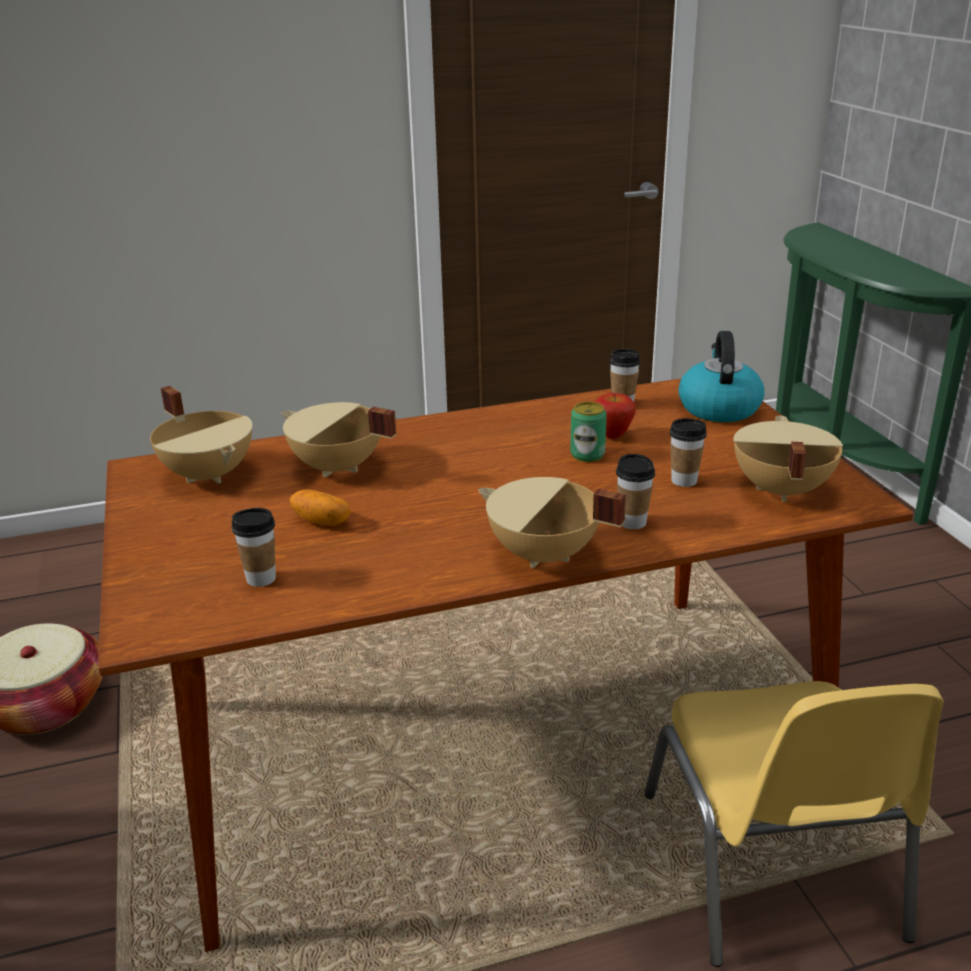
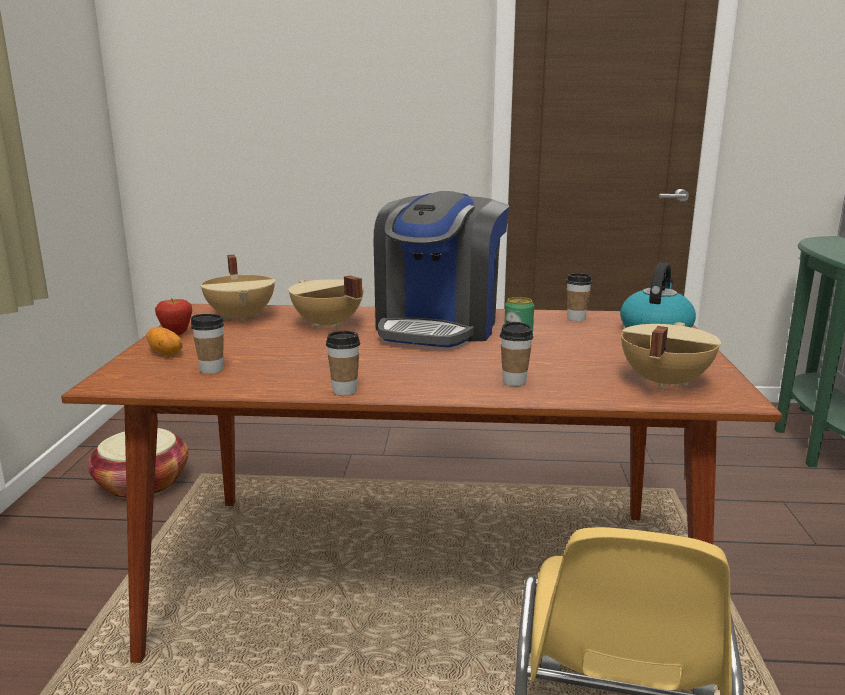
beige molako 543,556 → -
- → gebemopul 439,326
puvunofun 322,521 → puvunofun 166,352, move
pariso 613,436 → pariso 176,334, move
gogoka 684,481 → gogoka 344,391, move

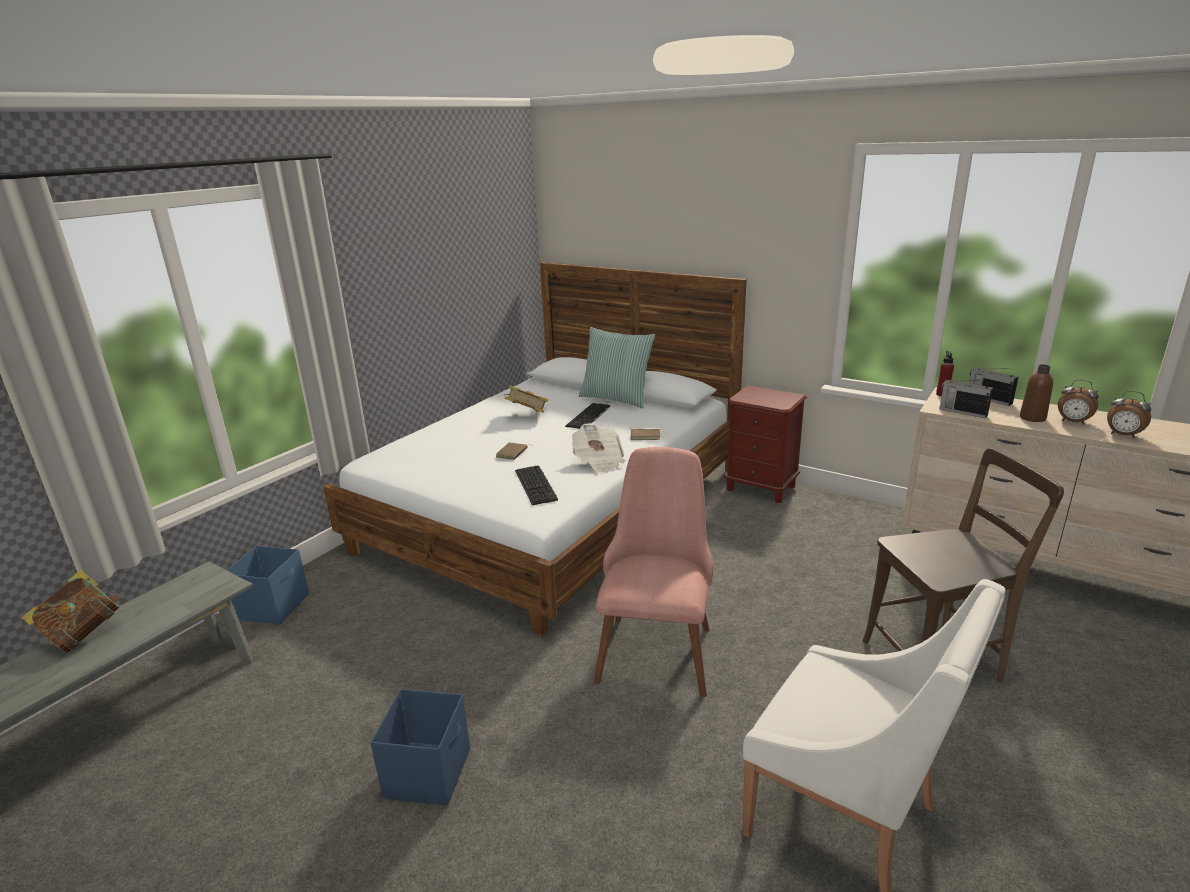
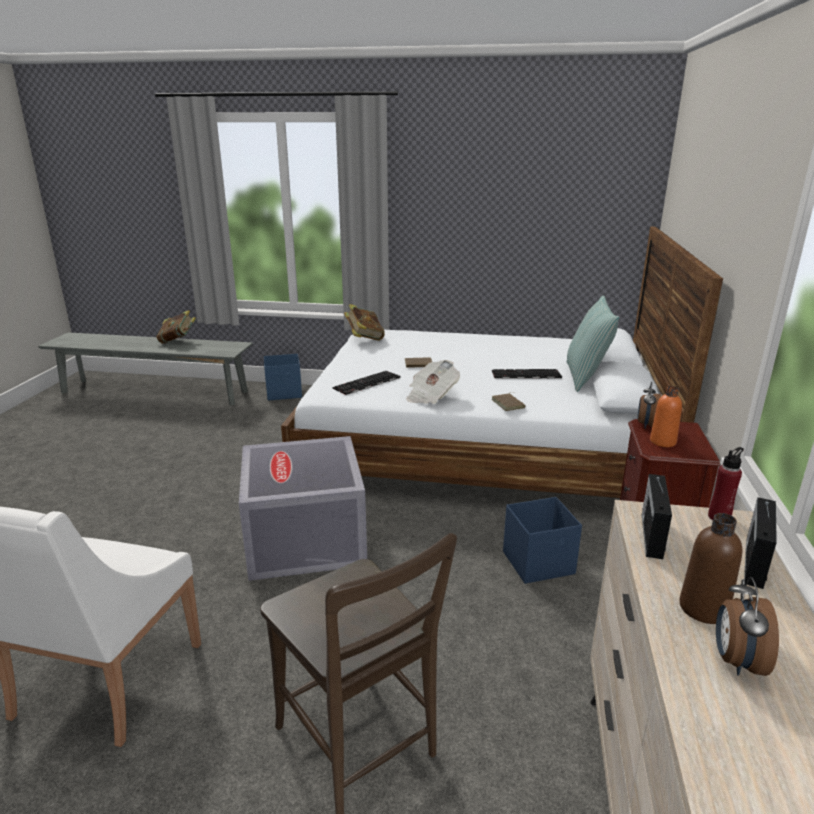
- → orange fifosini 662,442
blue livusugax 429,772 → blue livusugax 539,563, move
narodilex 527,416 → narodilex 364,338, move
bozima 1122,435 → bozima 646,425, move
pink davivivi 657,643 → grey livusugax 307,539

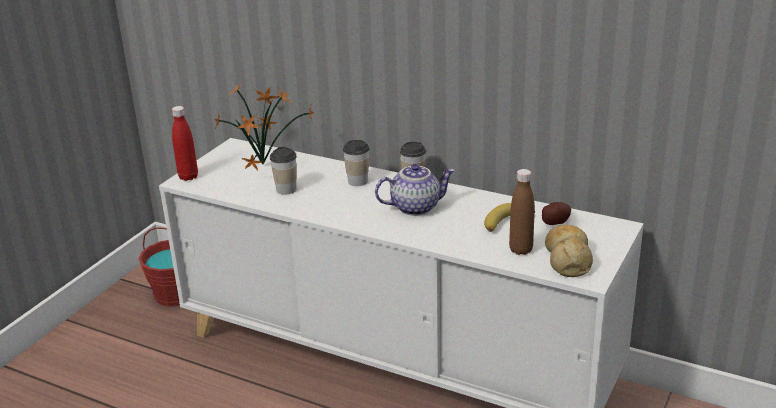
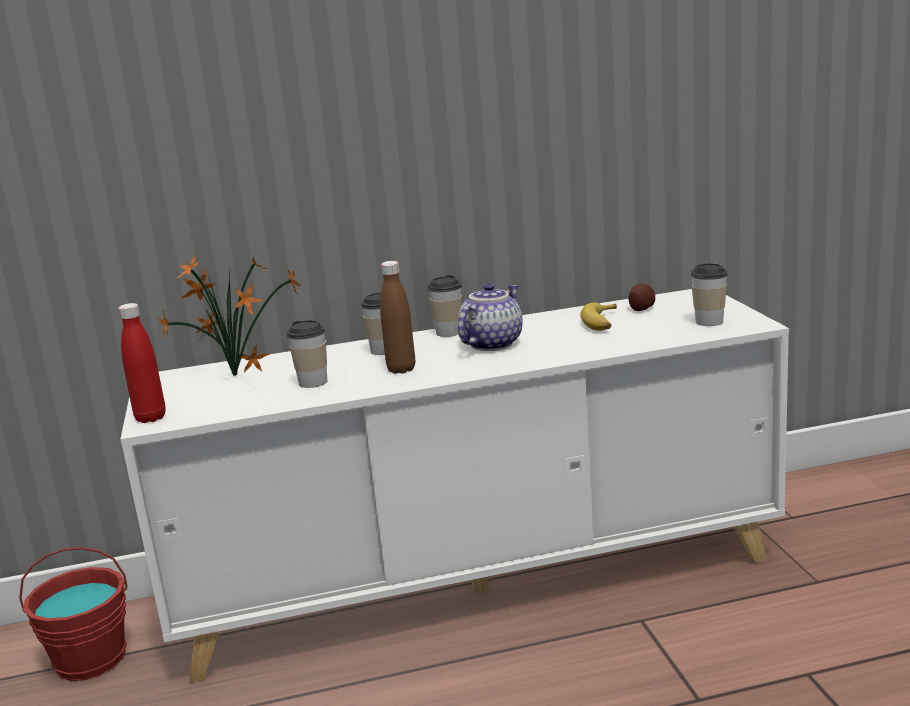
brown fifosini 520,250 → brown fifosini 401,369, move
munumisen 567,259 → gogoka 709,322

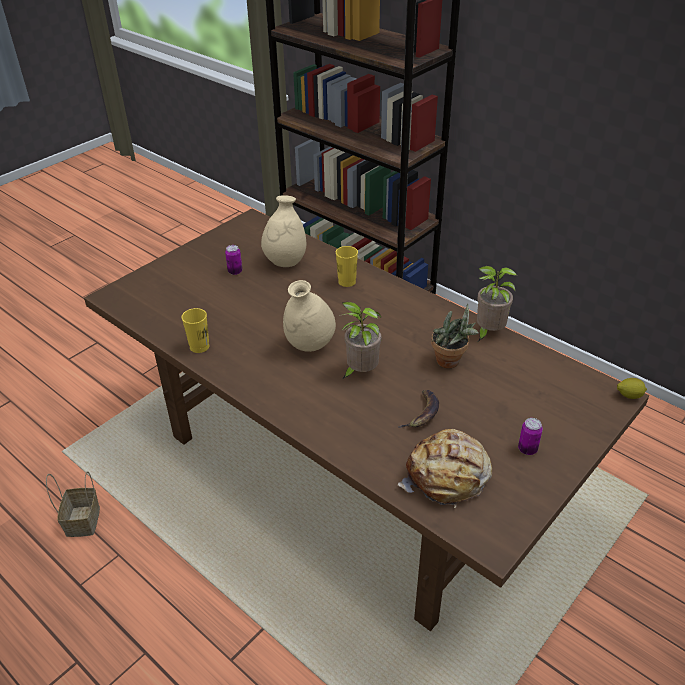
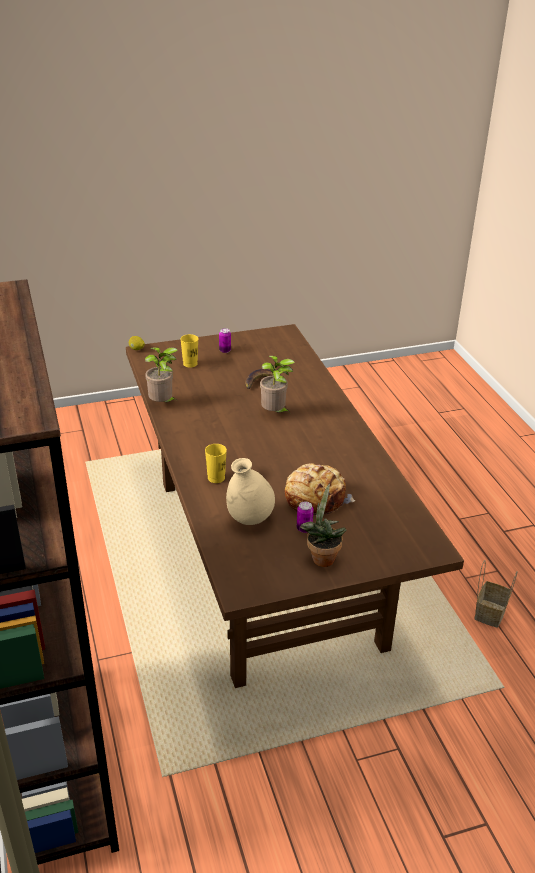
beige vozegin 309,345 → -
yellow gogoka 199,347 → yellow gogoka 190,364, move
munumisen 447,477 → munumisen 315,497, move
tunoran 451,362 → tunoran 321,557, move

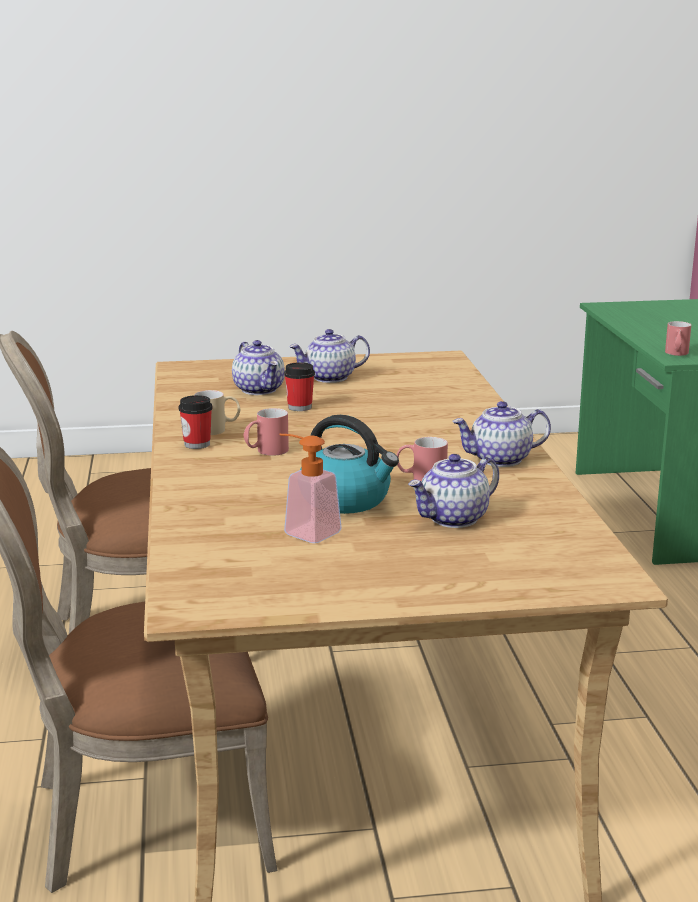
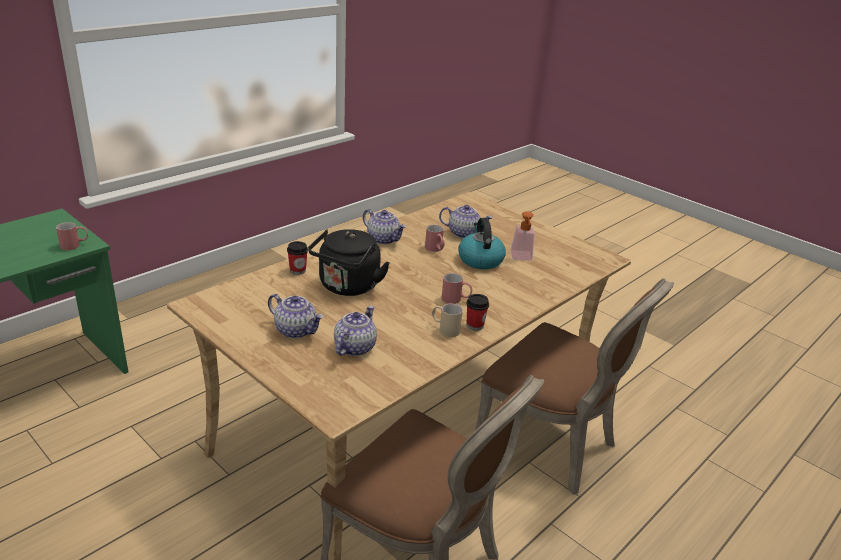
- → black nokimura 347,287
gogoka 299,407 → gogoka 297,270, move

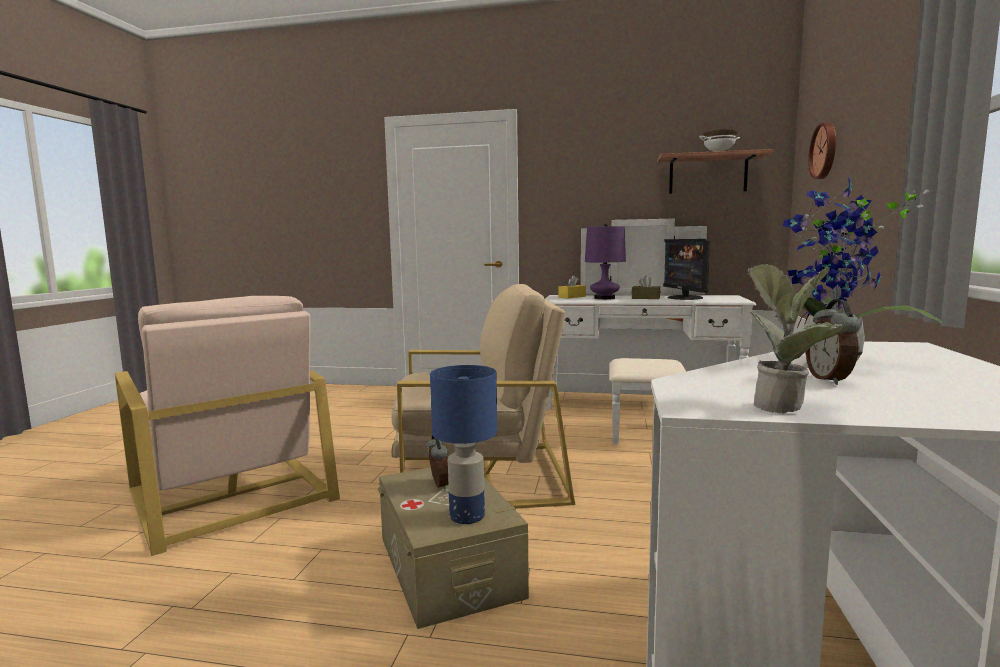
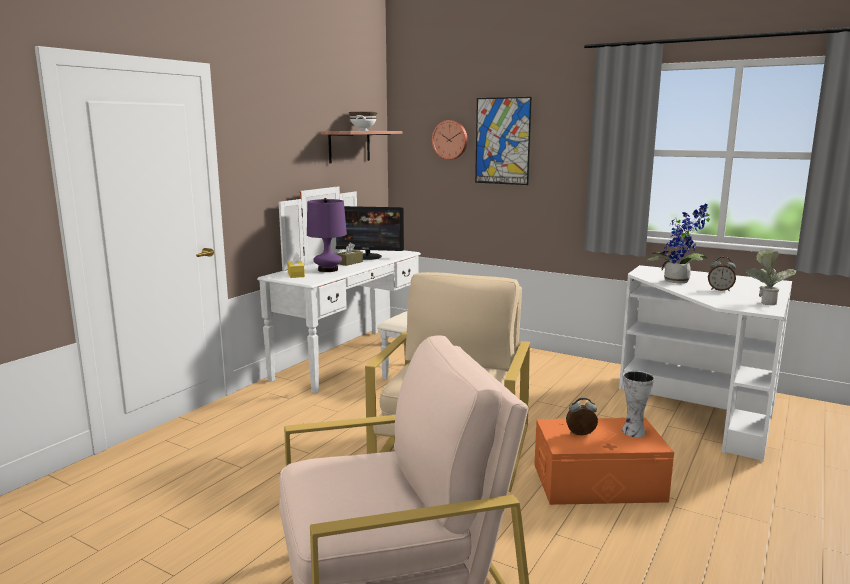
- → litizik 502,141
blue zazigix 467,516 → vozegin 632,431
beige livusugax 448,566 → orange livusugax 598,482

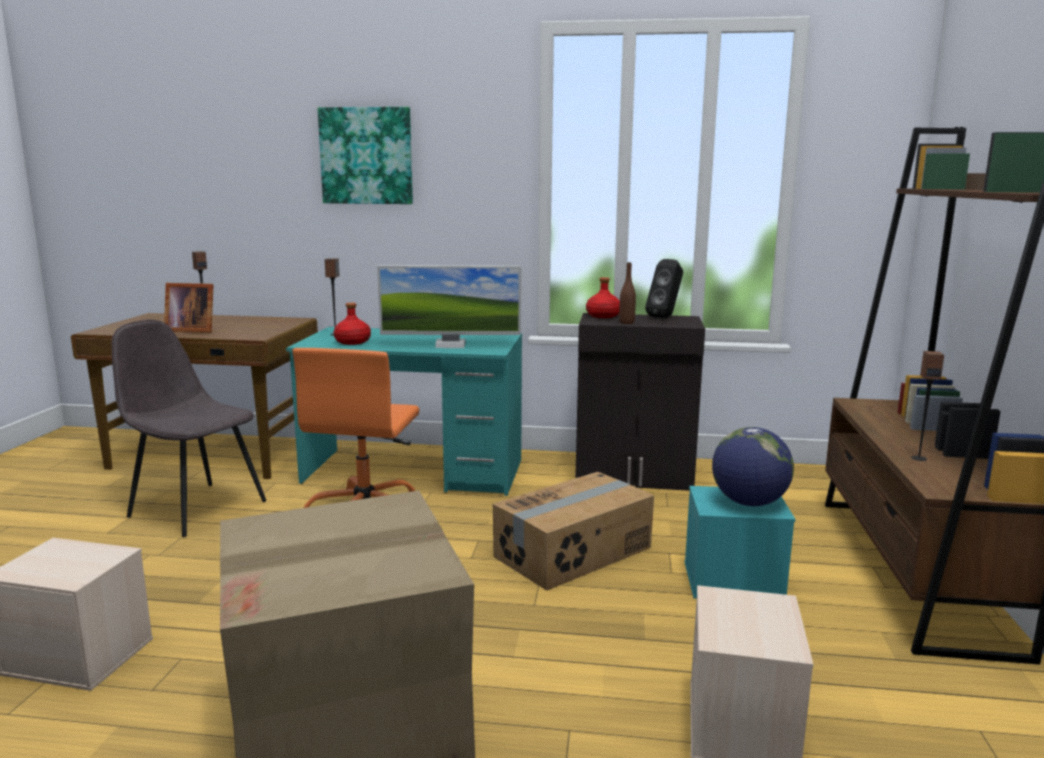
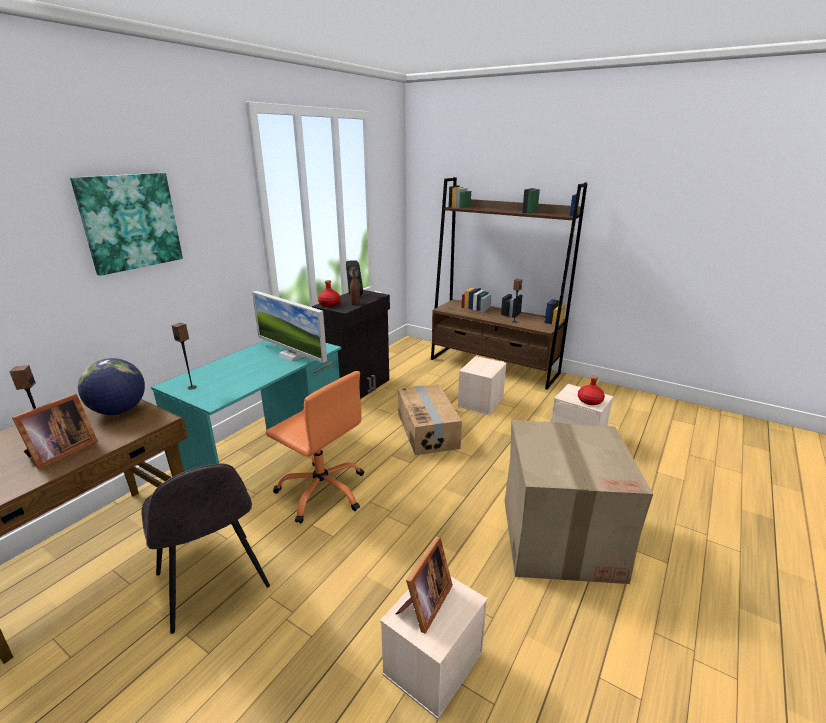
- → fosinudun 424,604
red fifosini 352,342 → red fifosini 589,401, move
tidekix 749,503 → tidekix 119,411, move
turquoise livusugax 732,582 → beige livusugax 481,402
grey davivivi 196,508 → grey davivivi 213,582, 90 degrees counterclockwise
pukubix 450,345 → pukubix 292,355, 105 degrees clockwise

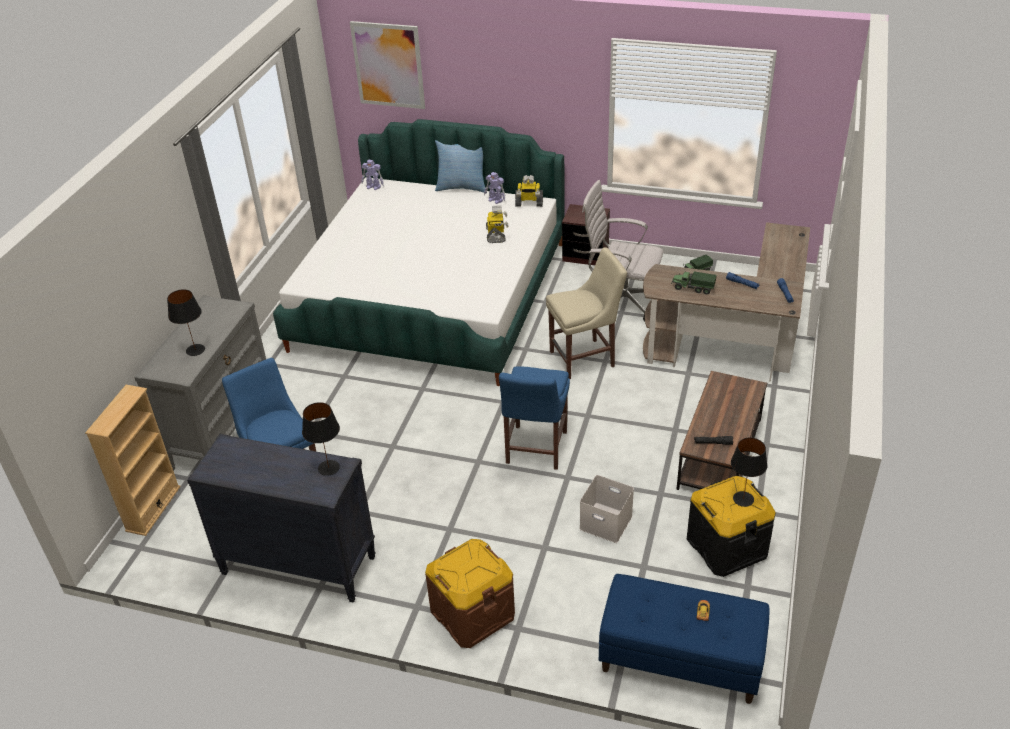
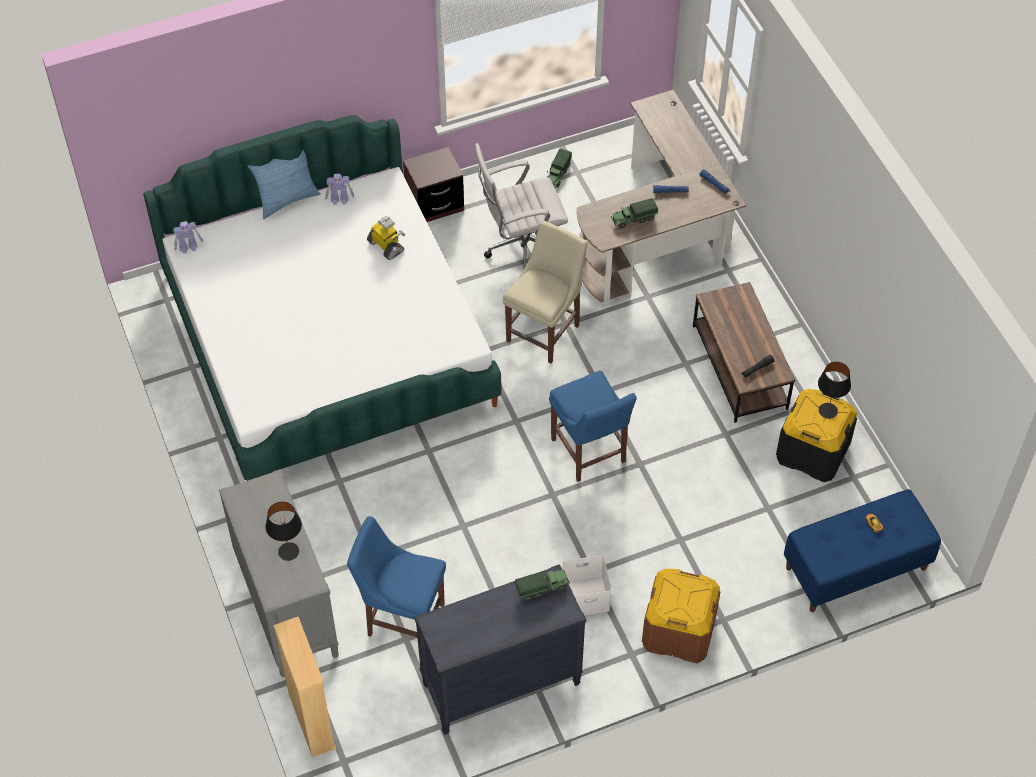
litizik 388,65 → -
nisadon 529,203 → -
white livusugax 604,523 → white livusugax 584,597, move
black zazigix 328,467 → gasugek 542,588

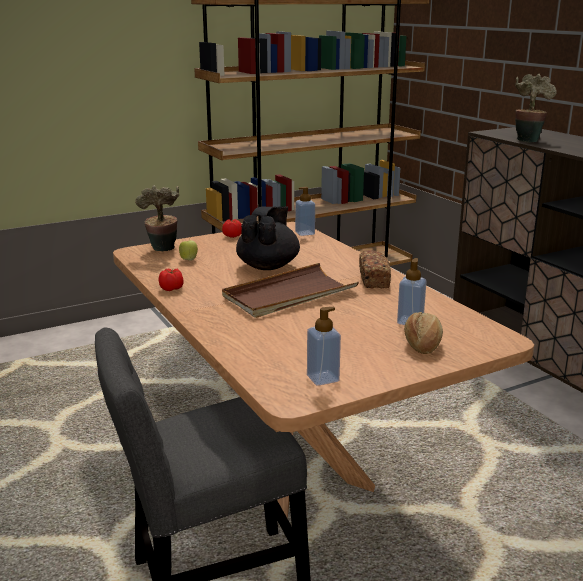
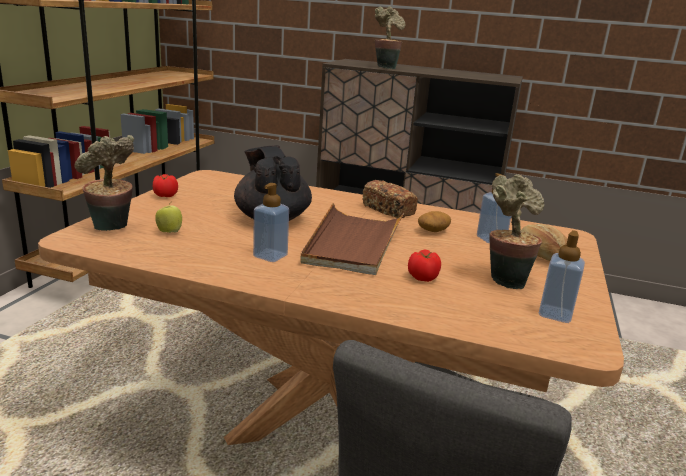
- → puvunofun 433,231
- → tunoran 505,280
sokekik 172,289 → sokekik 423,277, move
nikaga 305,233 → nikaga 270,256, move

